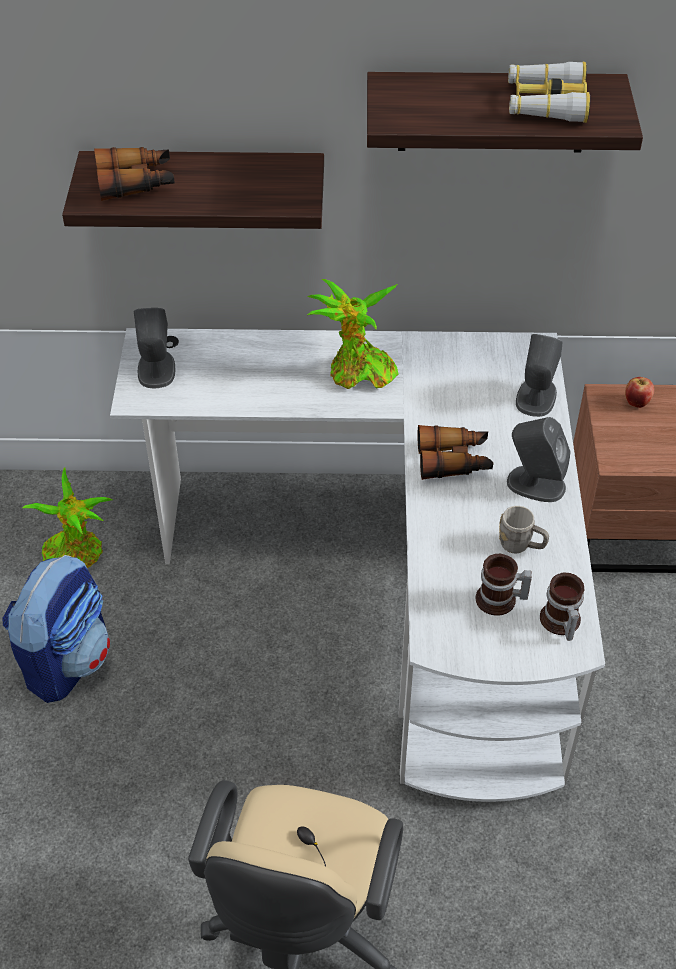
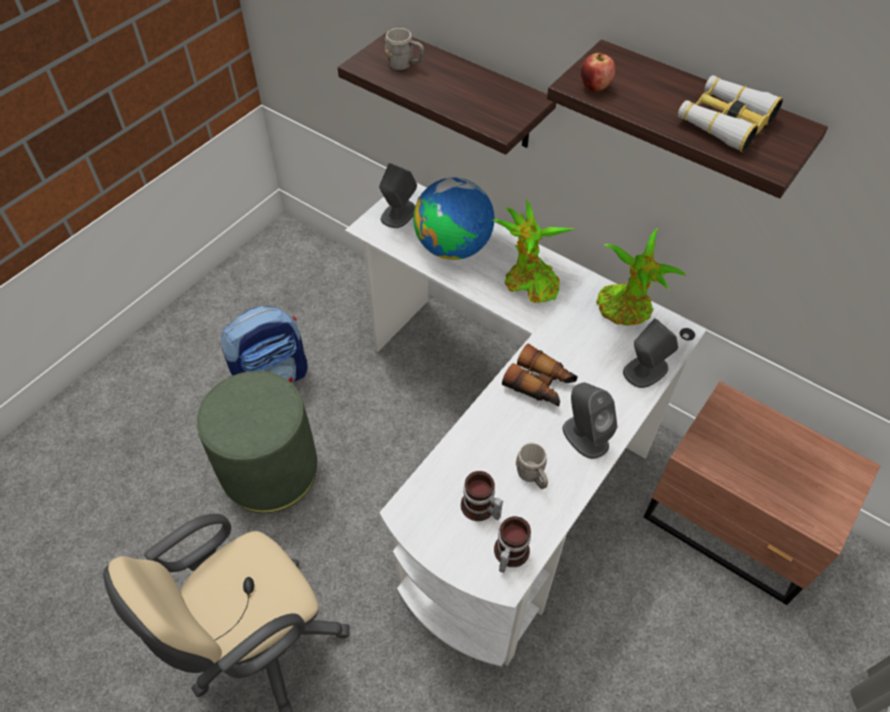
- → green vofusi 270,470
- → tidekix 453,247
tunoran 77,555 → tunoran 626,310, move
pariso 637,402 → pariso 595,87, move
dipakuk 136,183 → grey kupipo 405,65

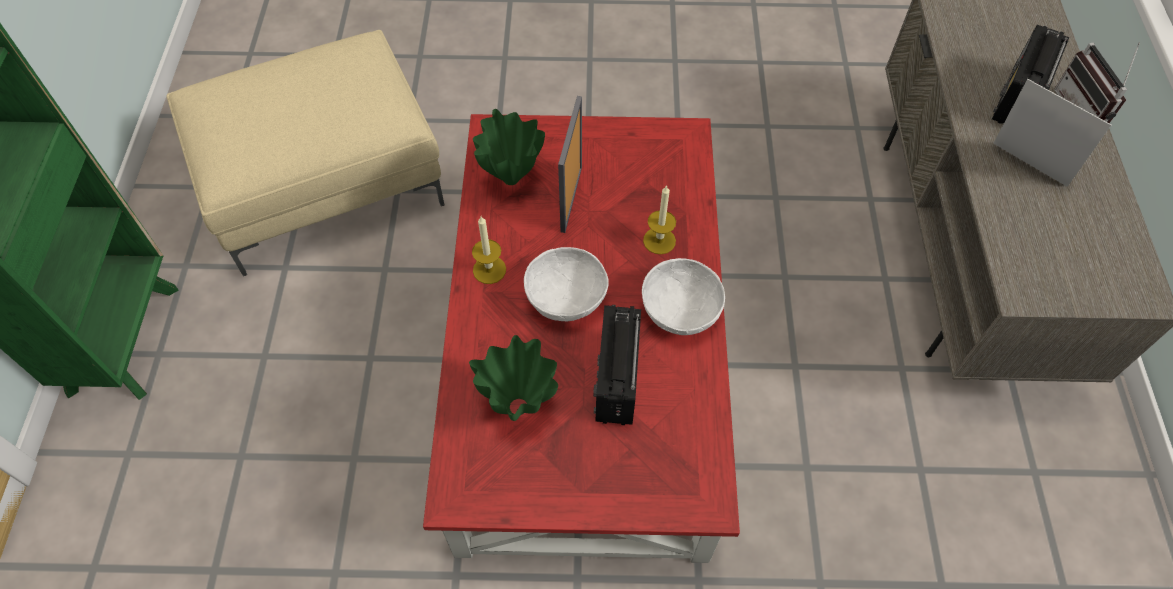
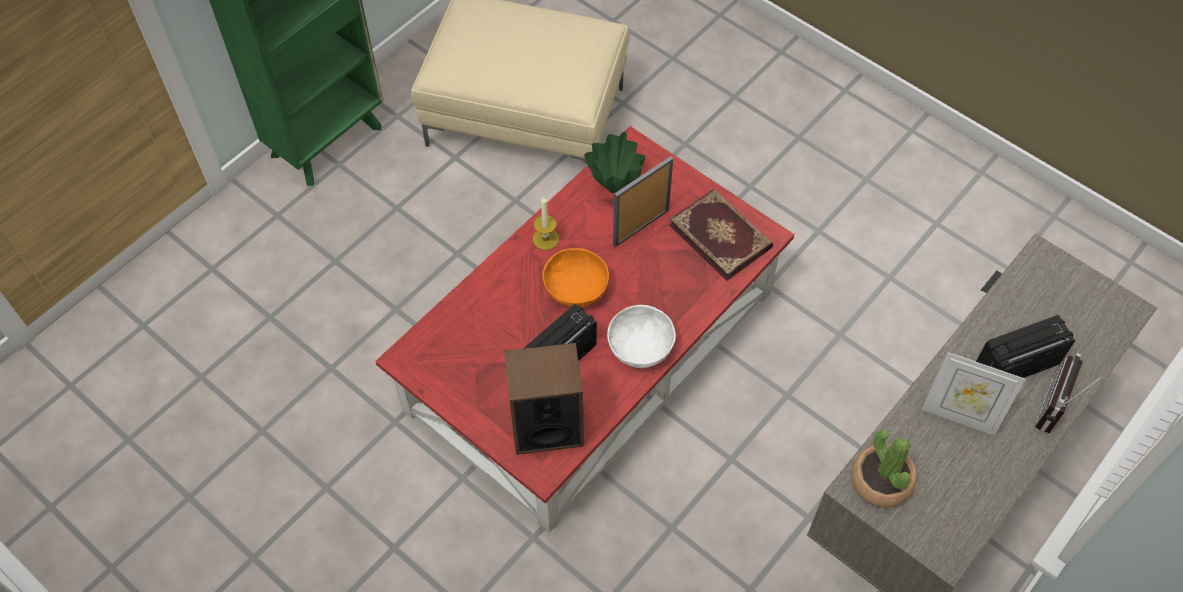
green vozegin 520,407 → -
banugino 659,240 → -
- → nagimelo 546,426
- → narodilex 721,235
- → tunoran 880,481
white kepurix 566,298 → orange kepurix 576,289
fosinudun 1025,169 → fosinudun 959,416, 120 degrees clockwise

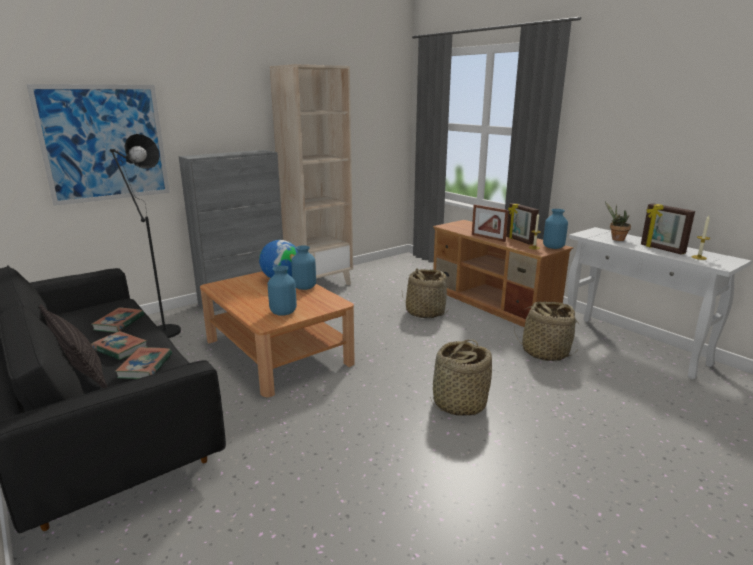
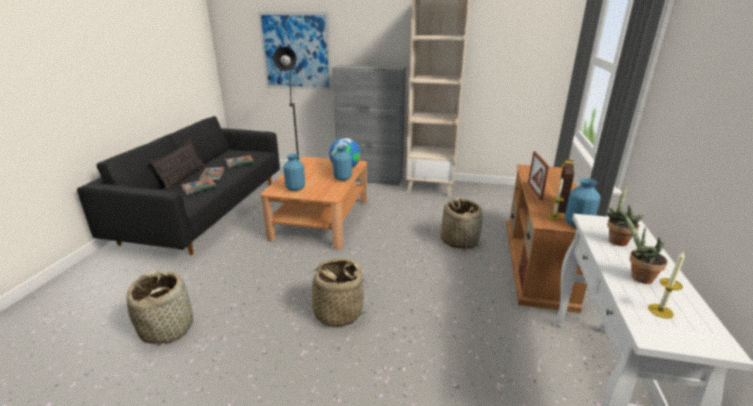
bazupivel 545,352 → bazupivel 167,328, move
fosinudun 662,249 → tunoran 638,277

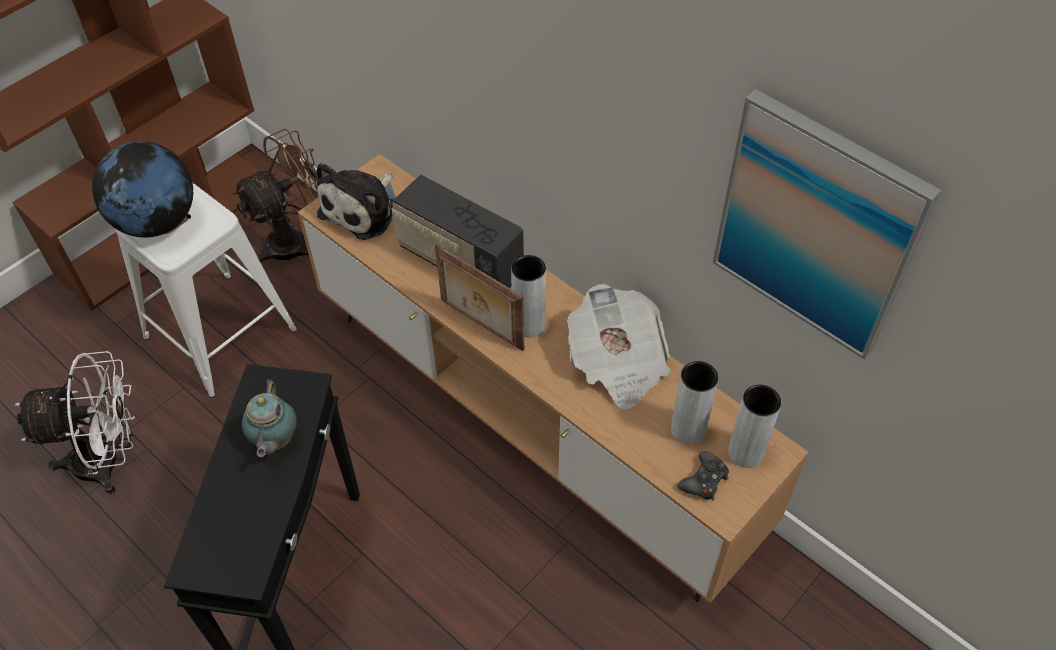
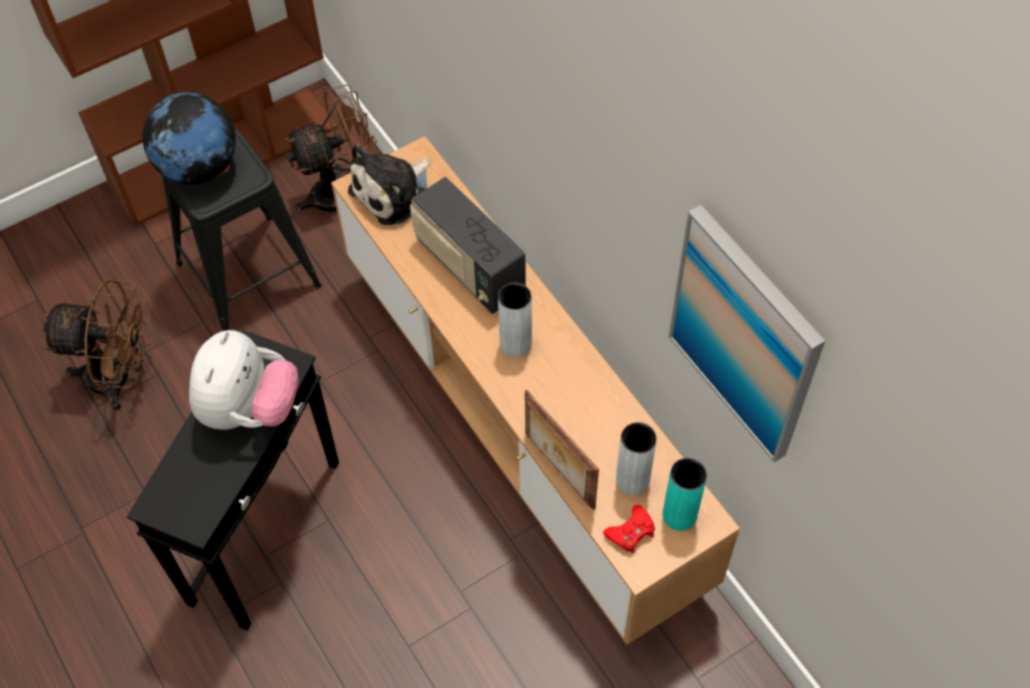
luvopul 617,363 → -
fosinudun 480,325 → fosinudun 558,471, move
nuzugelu 275,441 → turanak 249,409
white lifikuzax 109,461 → brown lifikuzax 121,378
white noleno 220,334 → black noleno 248,275
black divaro 704,480 → red divaro 631,532
grey vozegin 745,452 → turquoise vozegin 679,515

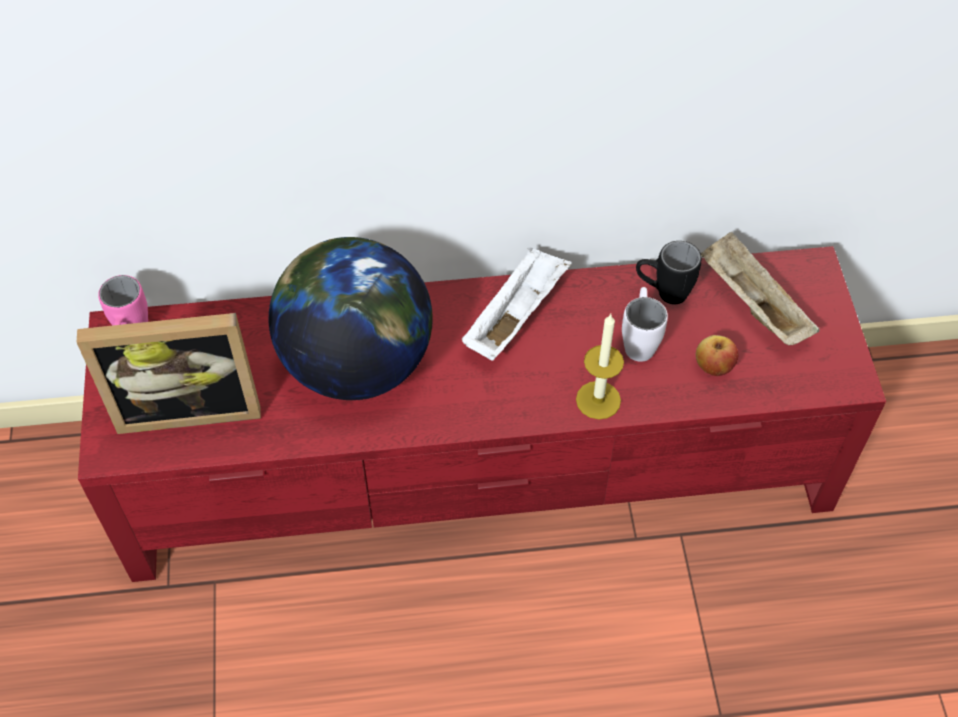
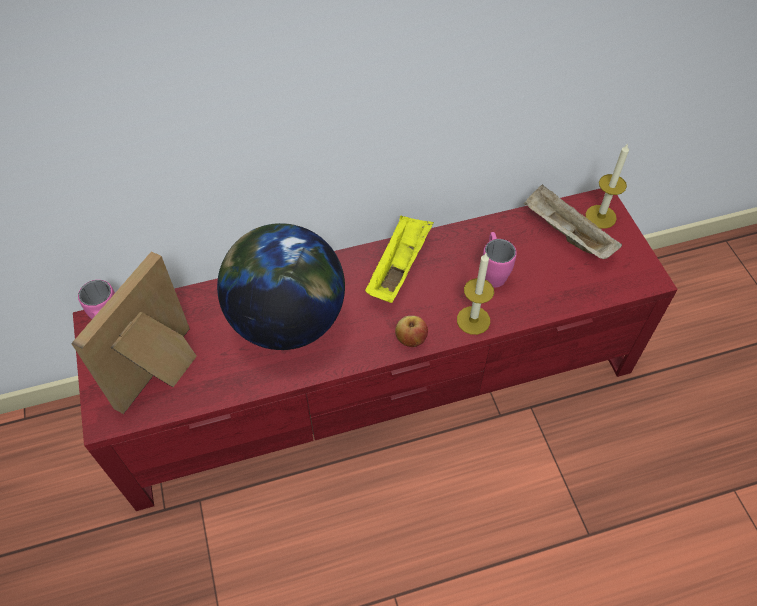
black kupipo 662,293 → -
- → banugino 600,216
pariso 713,366 → pariso 411,339, move
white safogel 516,315 → yellow safogel 399,267
white kupipo 639,341 → pink kupipo 492,272
fosinudun 189,405 → fosinudun 164,373, 135 degrees clockwise

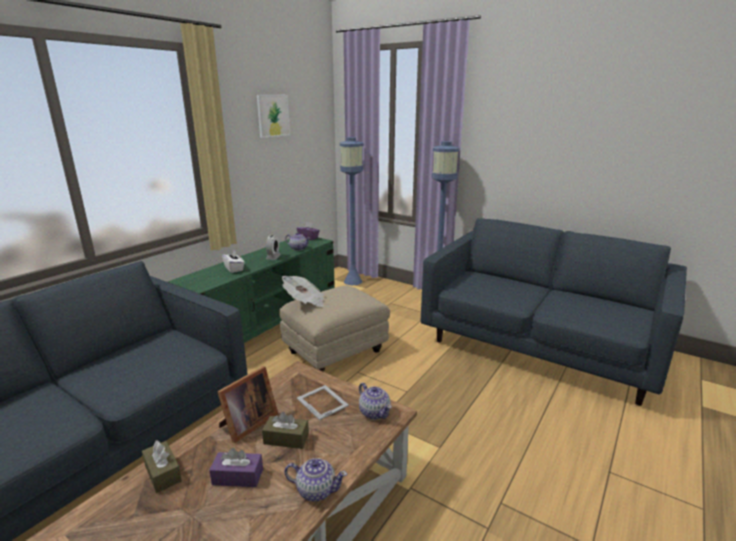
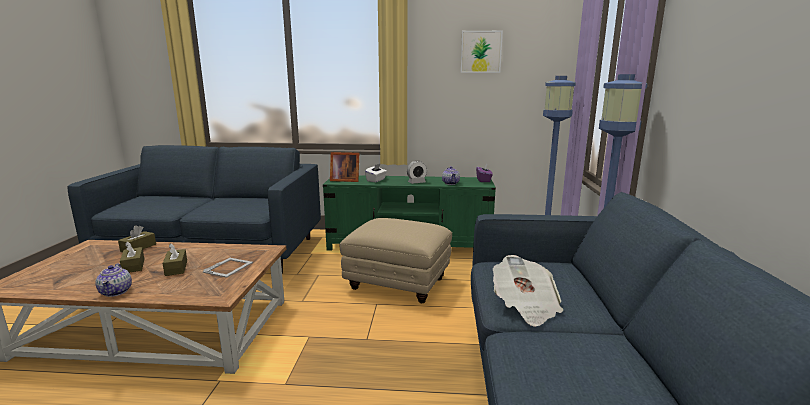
nuzugelu 374,412 → -
fosinudun 246,424 → fosinudun 344,180, move
luvopul 305,301 → luvopul 525,306, move
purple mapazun 238,477 → brown mapazun 133,266

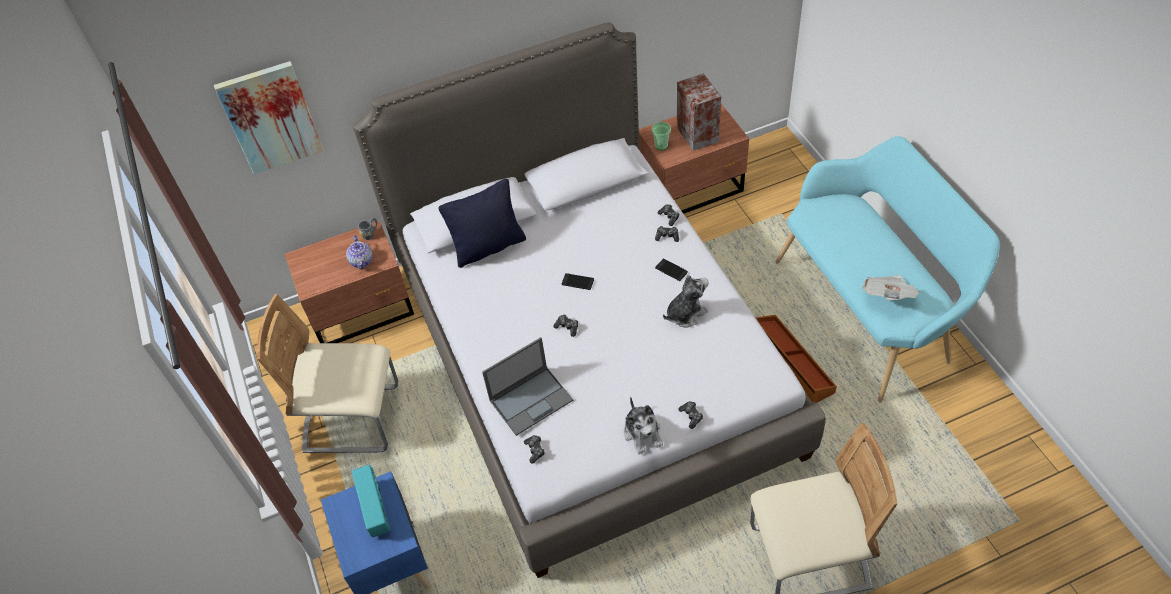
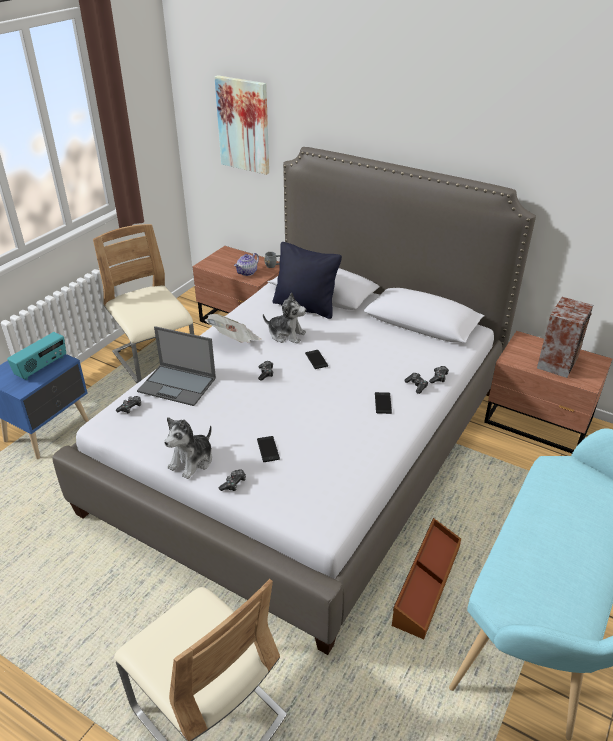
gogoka 661,145 → -
- → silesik 268,449
turanak 685,313 → turanak 286,335, move
luvopul 888,296 → luvopul 234,340, move

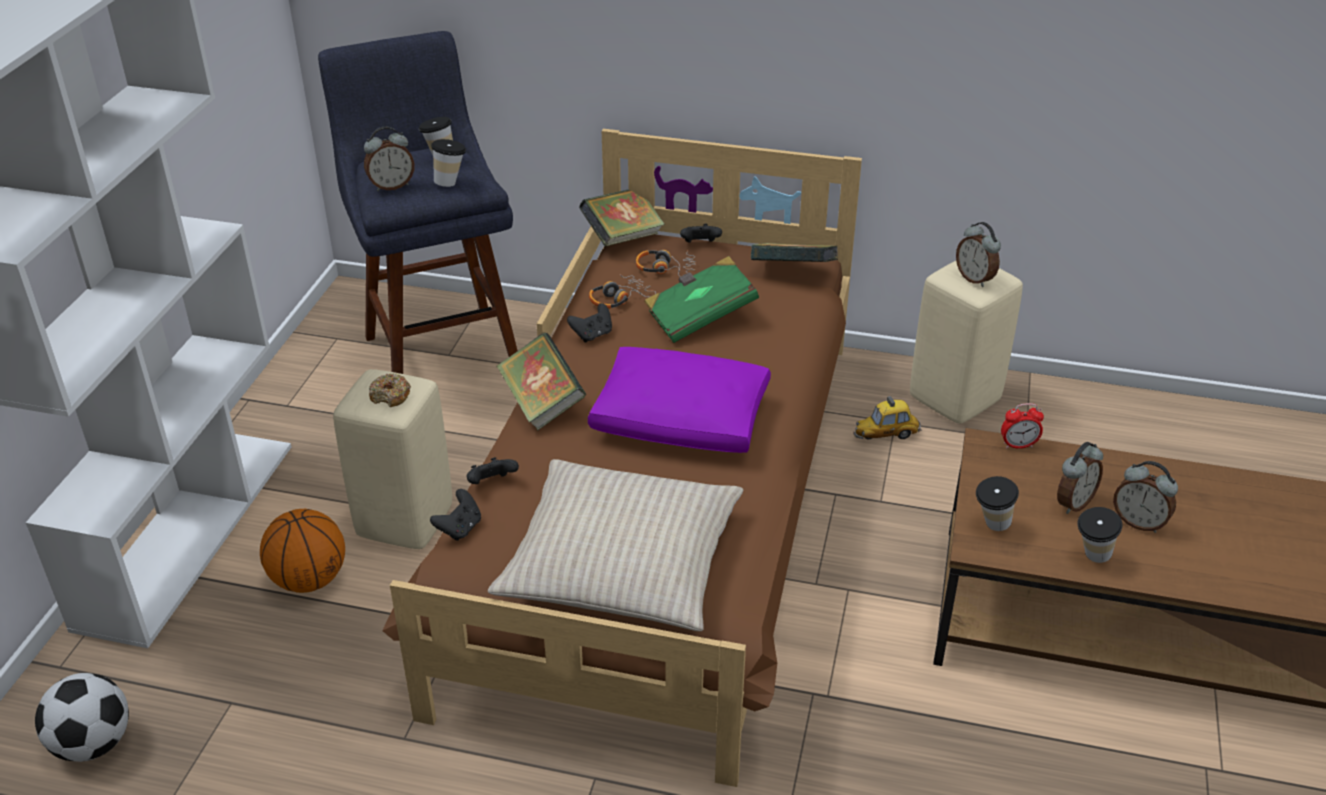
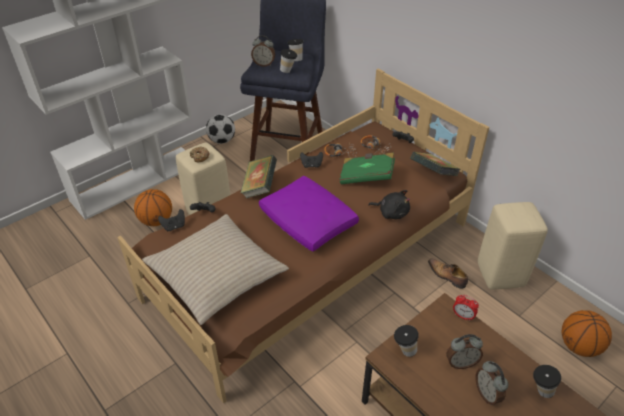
narodilex 622,237 → -
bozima 975,279 → -
- → black turanak 391,212
- → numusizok 579,346
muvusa 94,744 → muvusa 222,140, move
gogoka 1091,558 → gogoka 540,391, move
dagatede 886,435 → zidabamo 447,276

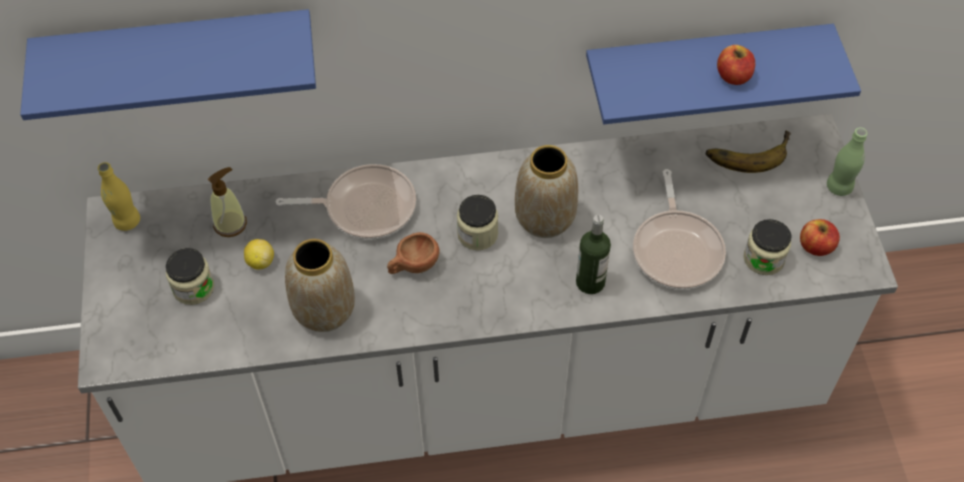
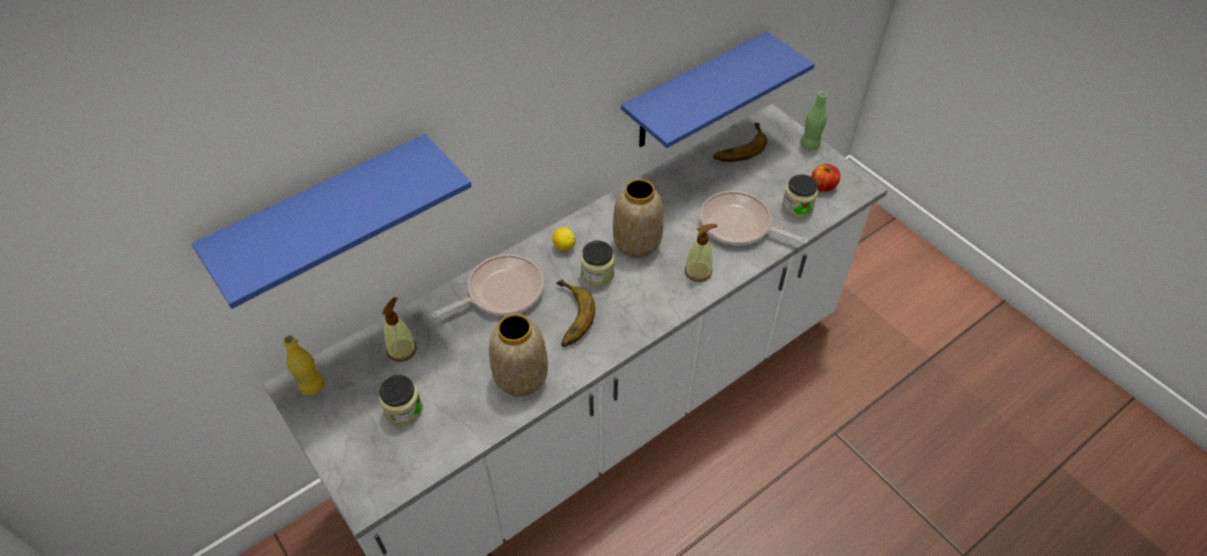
pariso 733,76 → -
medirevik 260,262 → medirevik 564,246, move
brown gogoka 413,266 → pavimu 566,317
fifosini 590,282 → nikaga 698,271
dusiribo 677,249 → dusiribo 739,225, 150 degrees clockwise

